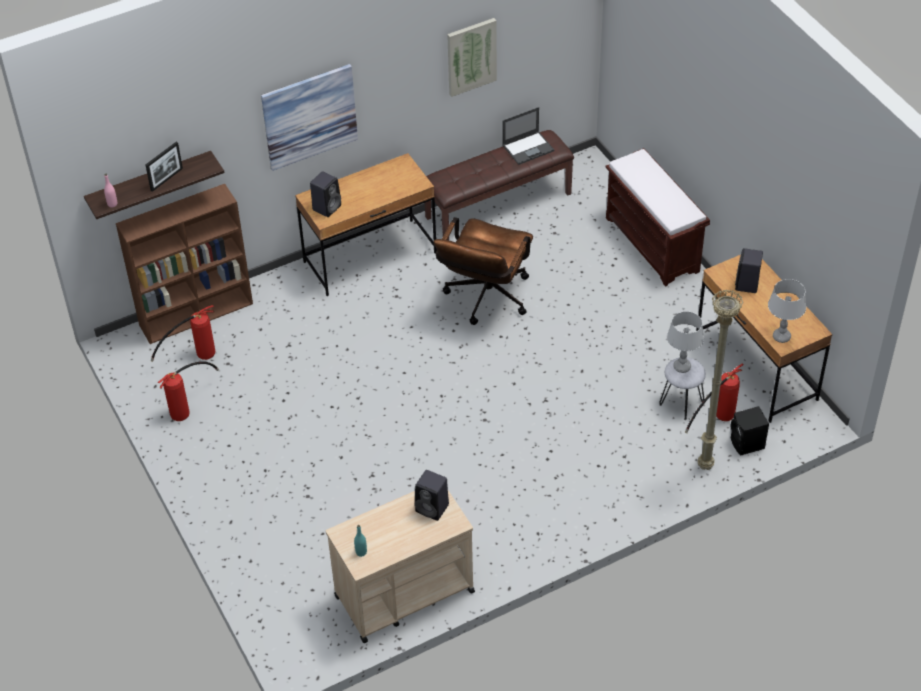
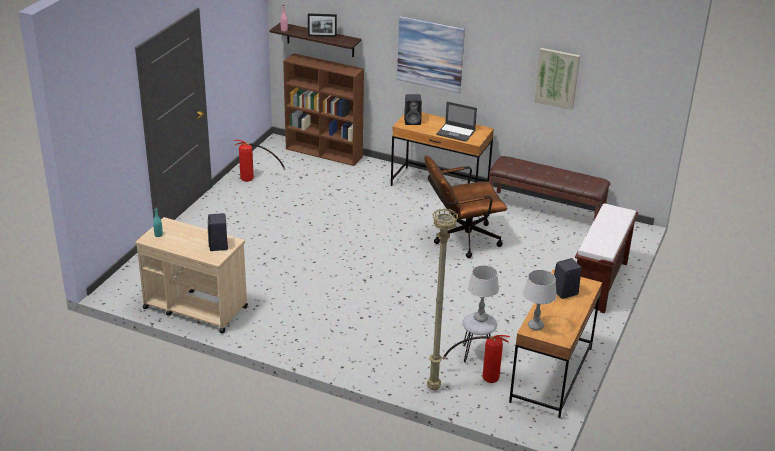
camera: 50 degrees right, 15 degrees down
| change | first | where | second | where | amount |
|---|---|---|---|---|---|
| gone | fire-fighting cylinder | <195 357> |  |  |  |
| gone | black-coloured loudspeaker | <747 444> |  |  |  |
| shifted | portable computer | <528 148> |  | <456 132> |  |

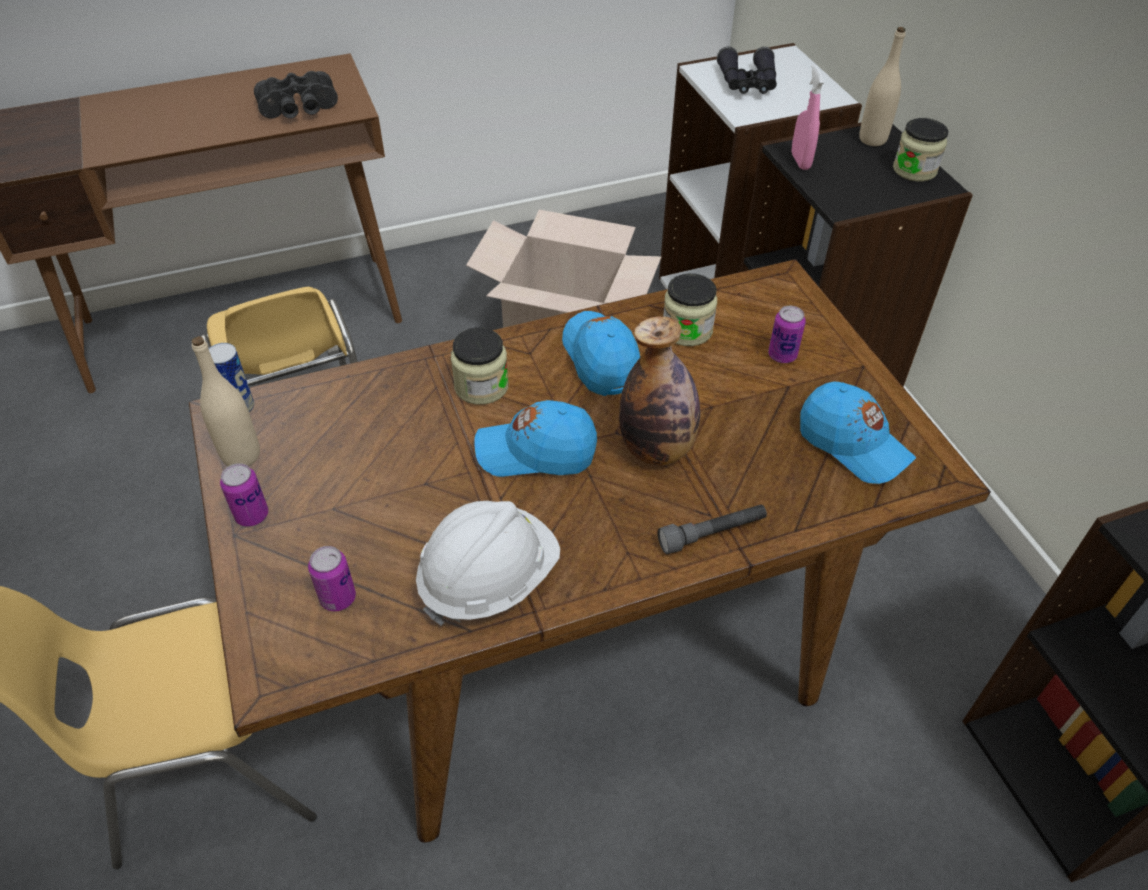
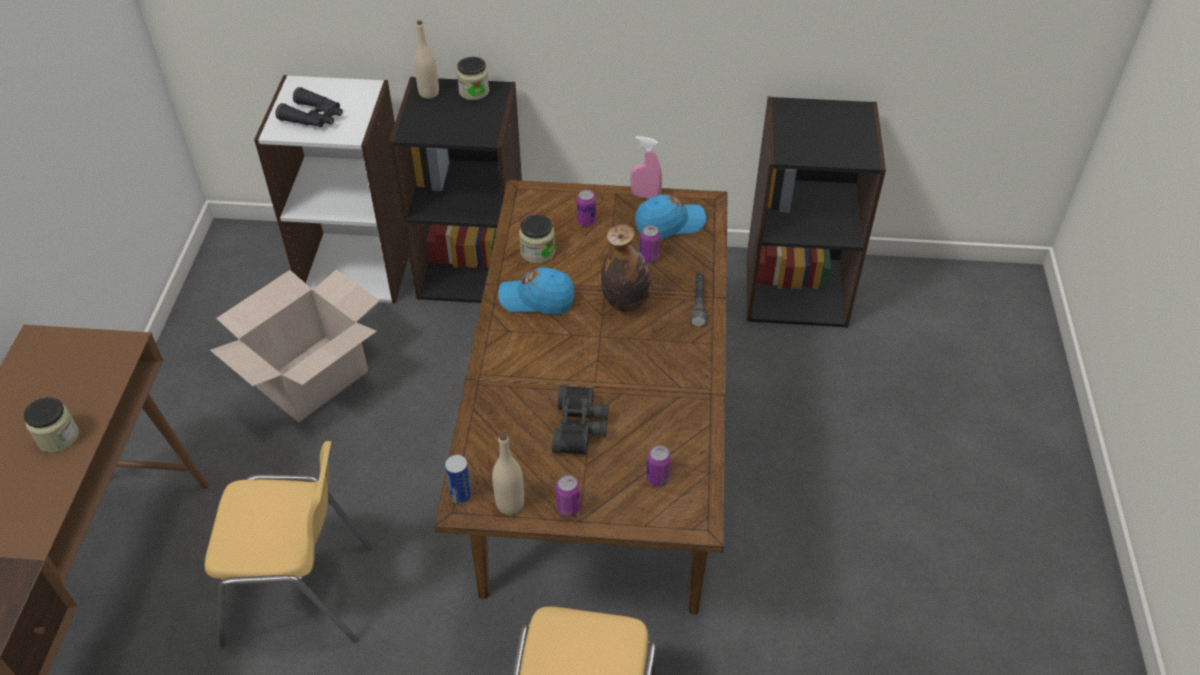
camera: 65 degrees left, 0 degrees up
| change | first | where | second | where | amount |
|---|---|---|---|---|---|
| gone | whitish work helmet | <489 579> |  |  |  |
| gone | blue peaked cap | <536 452> |  |  |  |
| new |  |  | metal can | <649 257> |  |
| shifted | black-coloured pair of binoculars | <299 109> |  | <581 427> |  |
| shifted | jar | <481 386> |  | <58 437> |  |
| shifted | pink spray bottle | <800 161> |  | <645 196> |  |

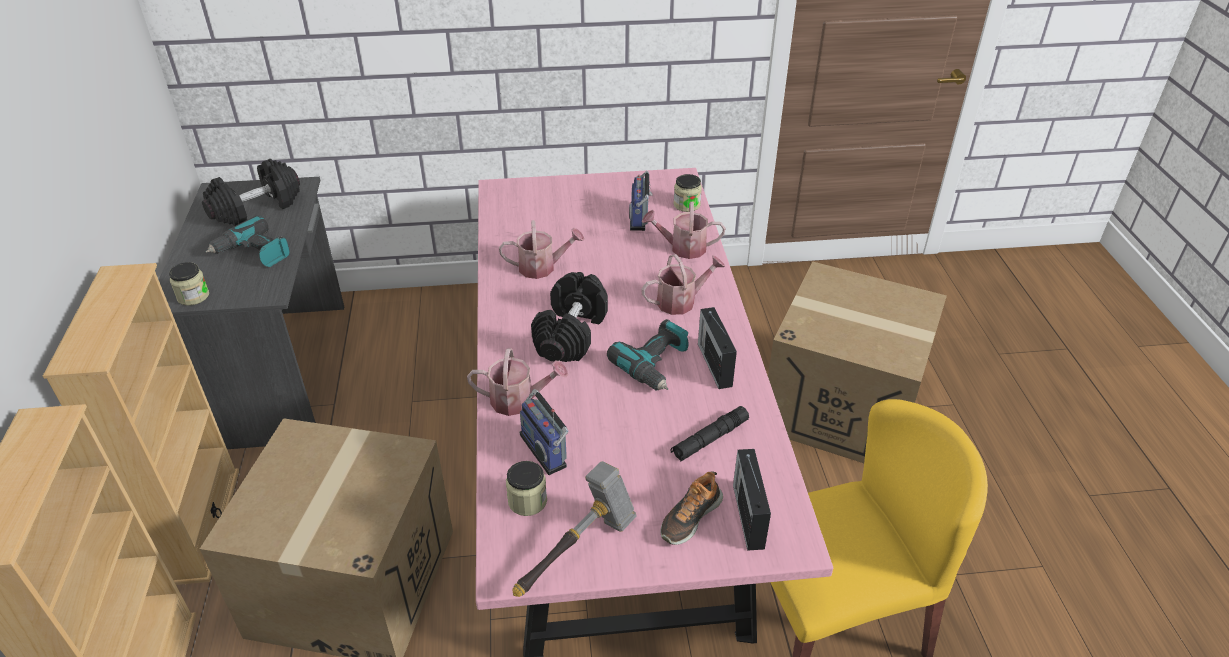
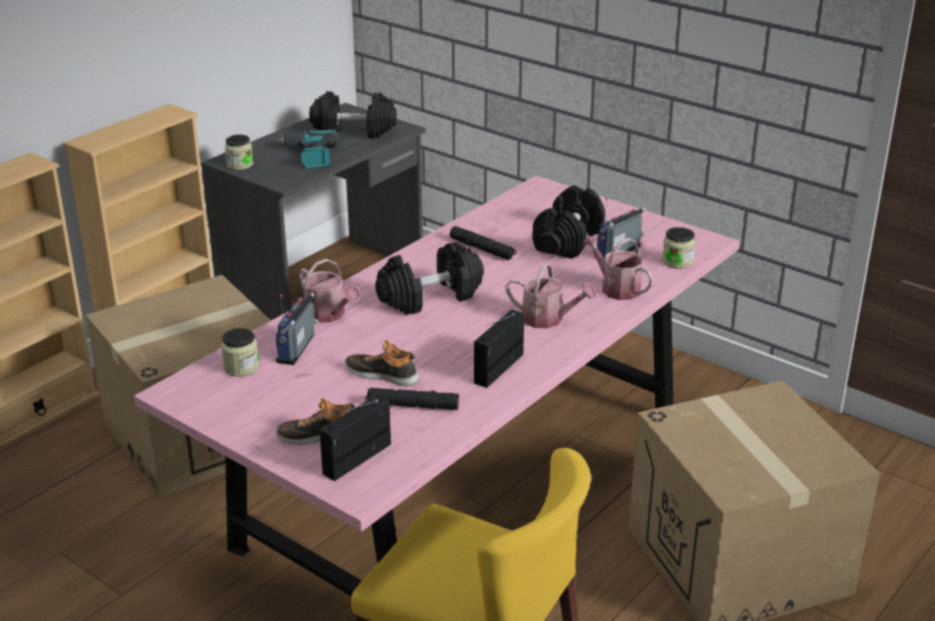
camera: 45 degrees right, 10 degrees down
| change | first | where | second | where | amount |
|---|---|---|---|---|---|
| gone | hammer | <576 552> |  |  |  |
| gone | drill | <656 365> |  |  |  |
| new |  |  | low shoe | <383 374> |  |
| new |  |  | black-coloured dumbbell | <568 241> |  |
| swapped | watering can | <542 267> | black-coloured flashlight | <482 249> |  |

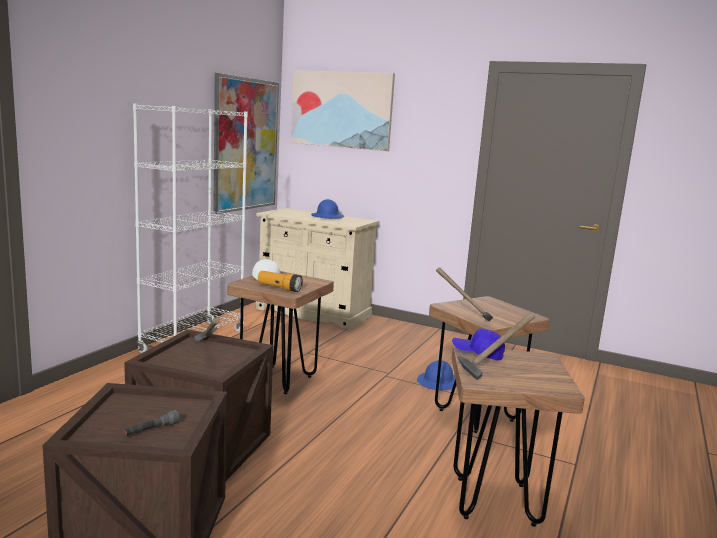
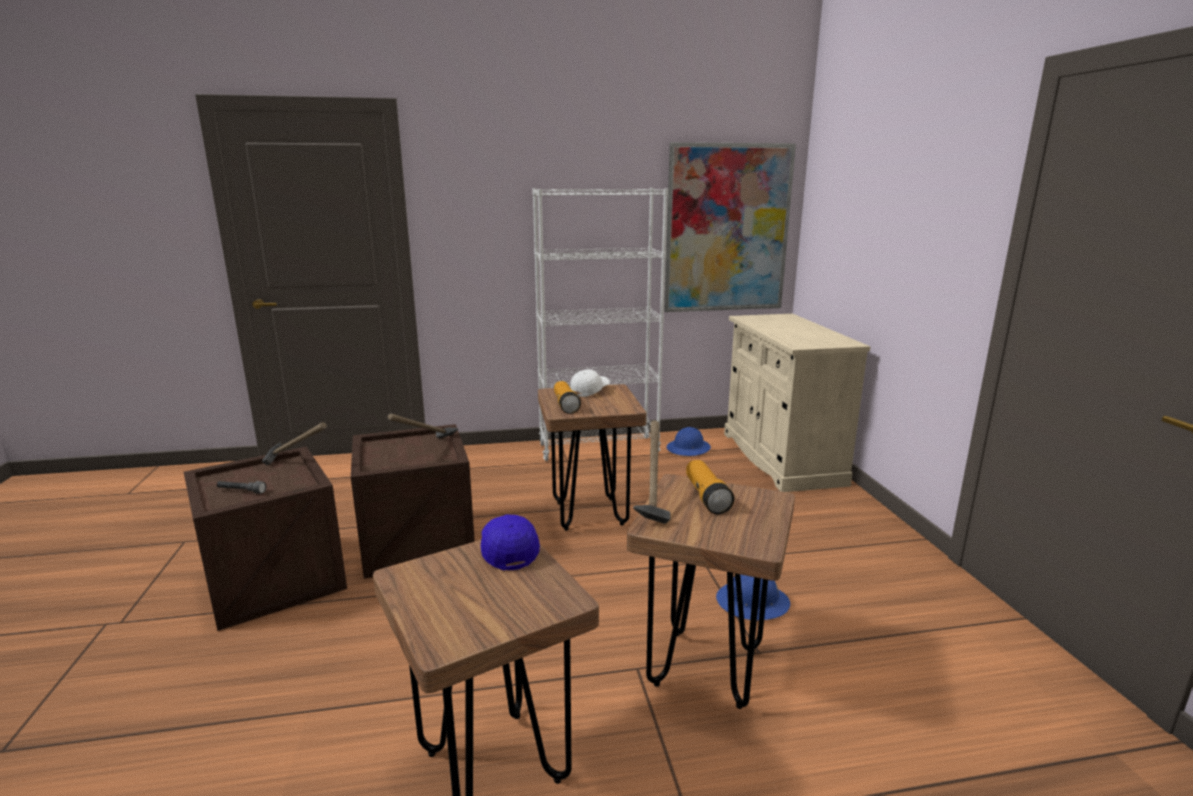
camera: 55 degrees right, 5 degrees up
| change | first | where | second | where | amount |
|---|---|---|---|---|---|
| gone | picture | <341 109> |  |  |  |
| new |  |  | flashlight | <706 497> |  |
| shifted | blue work helmet | <327 217> |  | <688 448> |  |
| shifted | hammer | <492 370> |  | <297 466> |  |

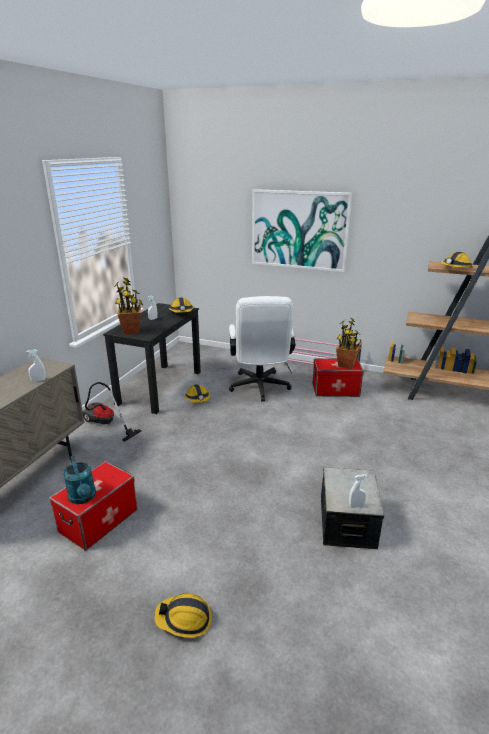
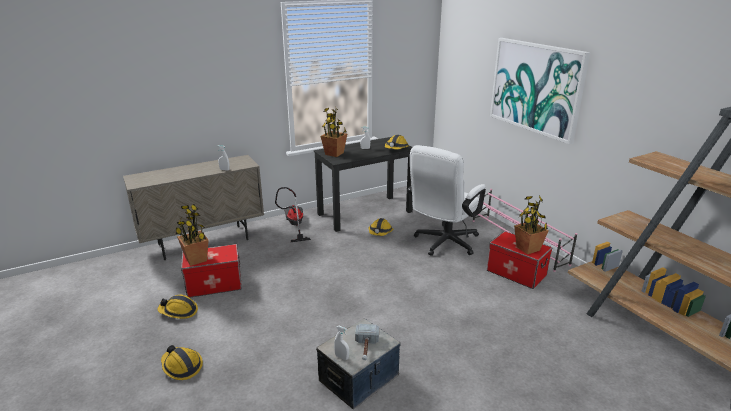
camera: 40 degrees right, 0 degrees up
| change | first | where | second | where | amount |
|---|---|---|---|---|---|
| new |  |  | hammer | <366 348> |  |
| shifted | work helmet | <455 268> |  | <179 311> |  |
| swapped | turquoise-coloured watering can | <83 498> | potted plant | <196 259> |  |

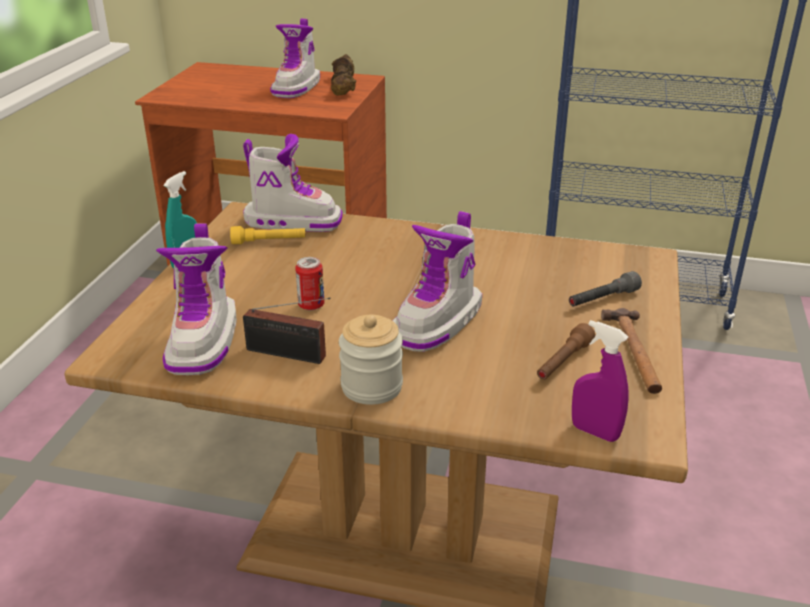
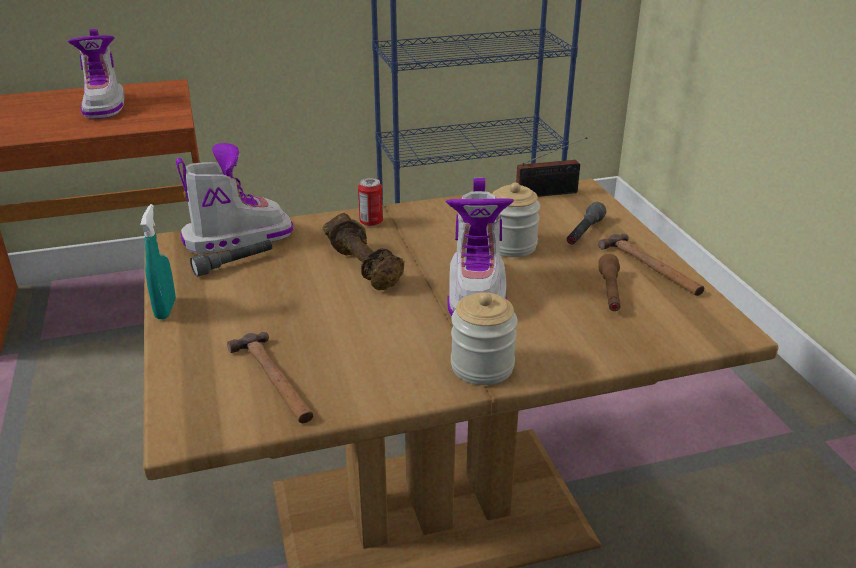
camera: 30 degrees left, 0 degrees up
| change | first | where | second | where | amount |
|---|---|---|---|---|---|
| gone | purplish spray bottle | <595 432> |  |  |  |
| new |  |  | jar | <511 246> |  |
| shifted | radio set | <290 355> |  | <550 193> |  |
| shifted | metal can | <311 305> |  | <371 222> |  |
| shifted | brownish dumbbell | <344 87> |  | <364 267> |  |
| swapped | tall boot | <204 341> | hammer | <274 380> |  |
| repainted | yellow flashlight | <269 242> | gray flashlight | <234 264> |  |

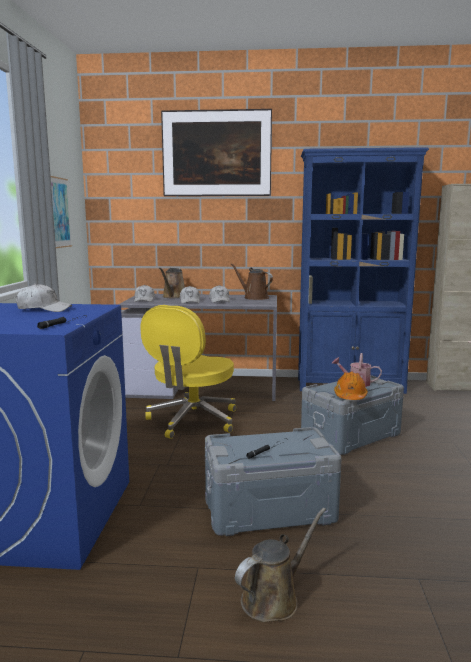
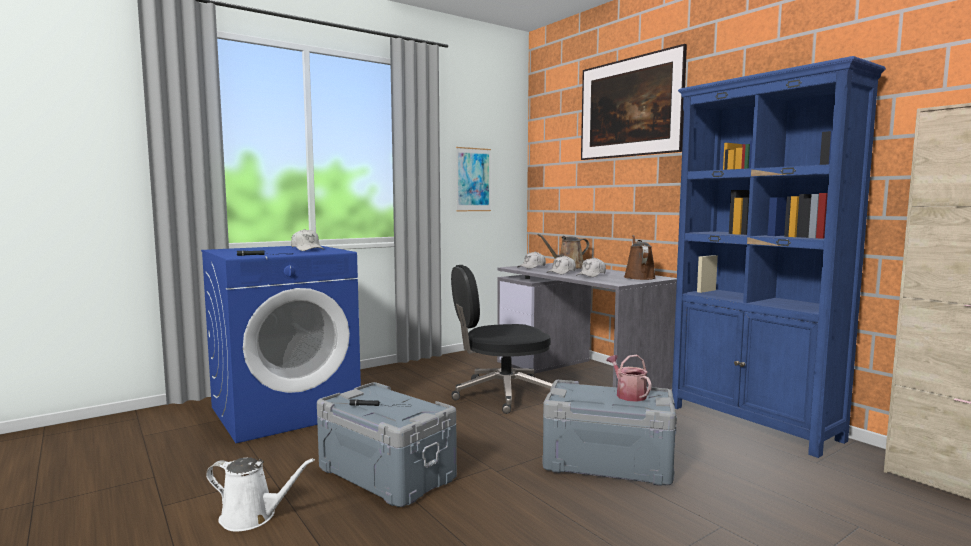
camera: 50 degrees right, 5 degrees down
| change | first | where | second | where | amount |
|---|---|---|---|---|---|
| gone | orange-coloured work helmet | <350 396> |  |  |  |
| repainted | yellow office chair | <192 421> | black-coloured office chair | <501 394> |  |
| repainted | brownish watering can | <274 598> | whitish watering can | <253 517> |  |

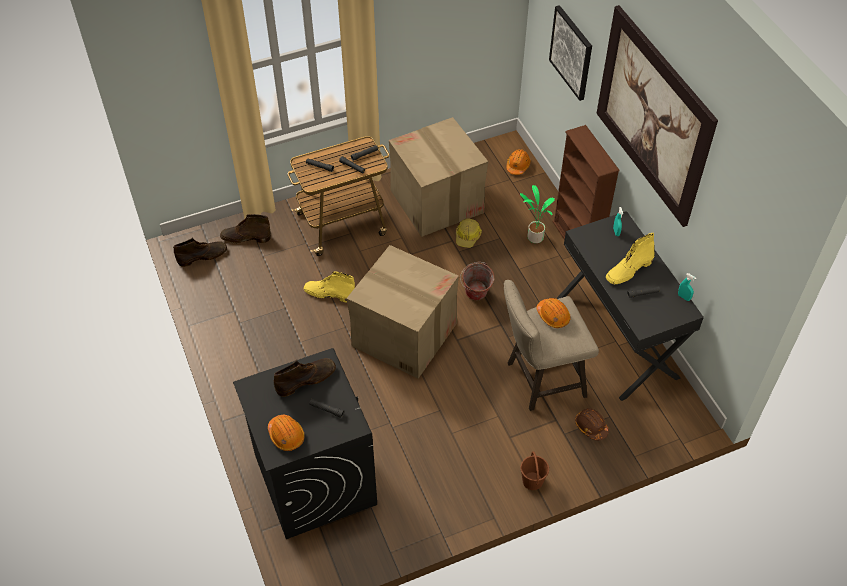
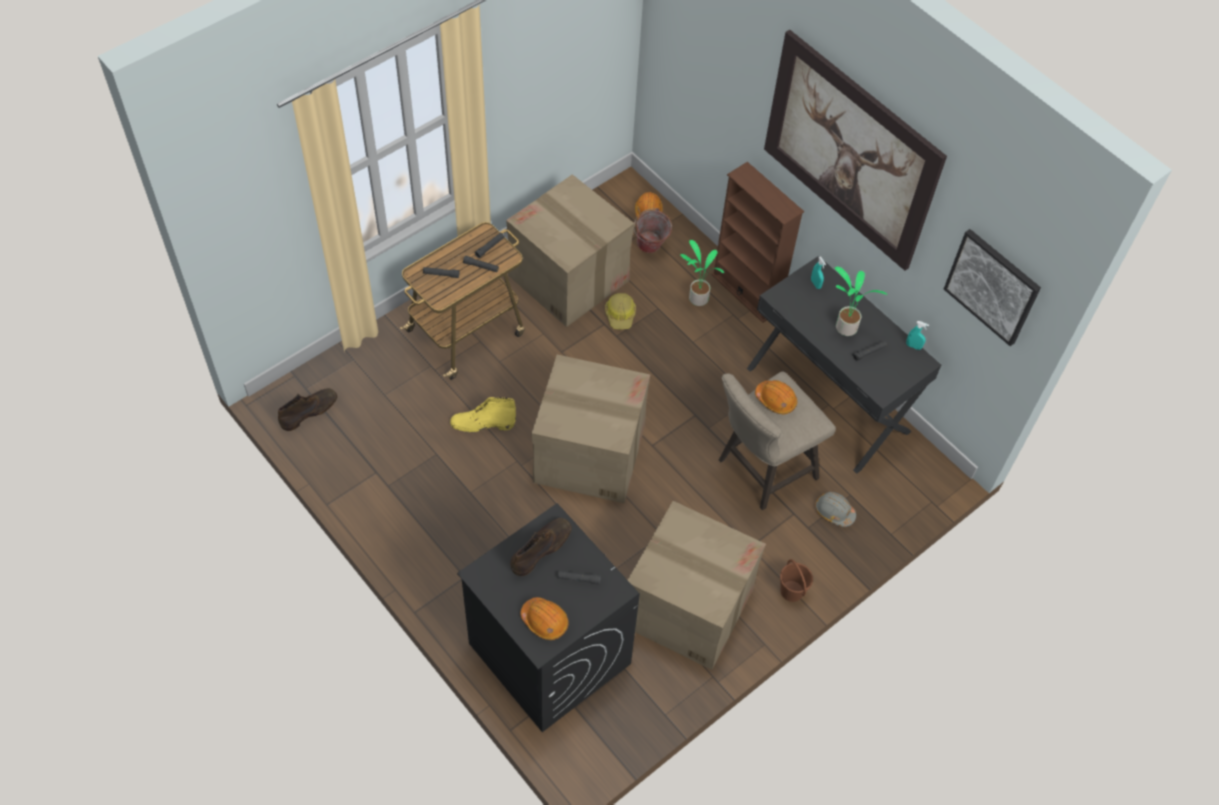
camera: 20 degrees left, 5 degrees up
| change | first | where | second | where | amount |
|---|---|---|---|---|---|
| gone | brownish tall boot | <245 237> |  |  |  |
| new |  |  | packing box | <687 606> |  |
| shifted | water bucket | <475 296> |  | <650 249> |  |
| shifted | picture | <571 52> |  | <992 286> |  |
| swapped | yellow tall boot | <628 270> | potted plant | <844 328> |  |
| repainted | brownish work helmet | <591 426> | gray work helmet | <834 512> |  |

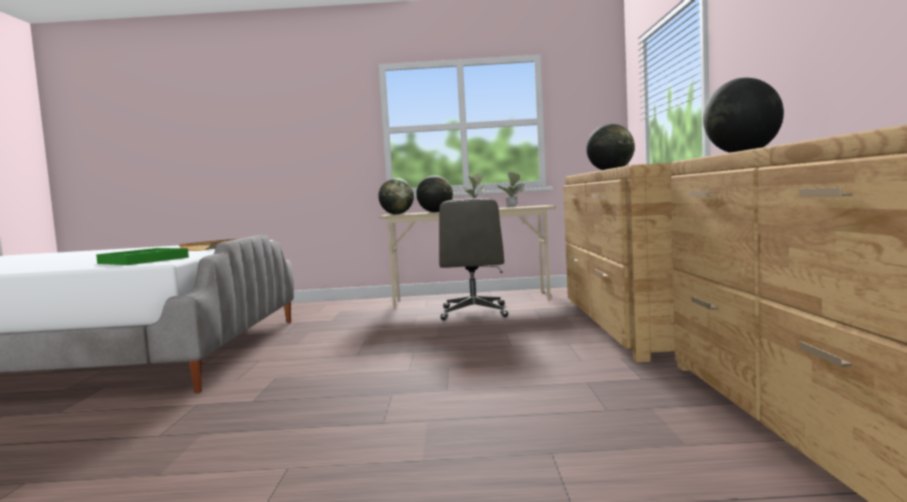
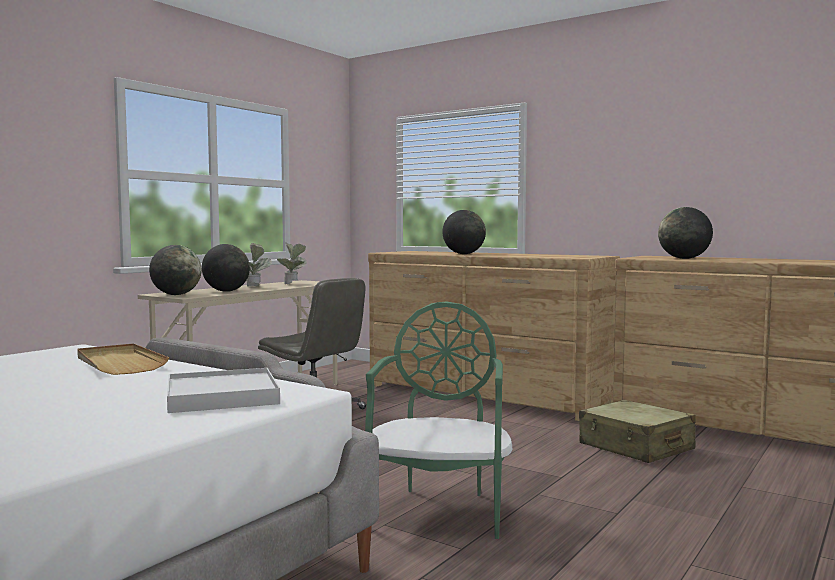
camera: 55 degrees left, 0 degrees up
| change | first | where | second | where | amount |
|---|---|---|---|---|---|
| new |  |  | green-coloured upright chair | <439 511> |  |
| new |  |  | sand-coloured suitcase | <635 447> |  |
| repainted | green-coloured tray | <143 260> | whitish tray | <221 396> |  |

